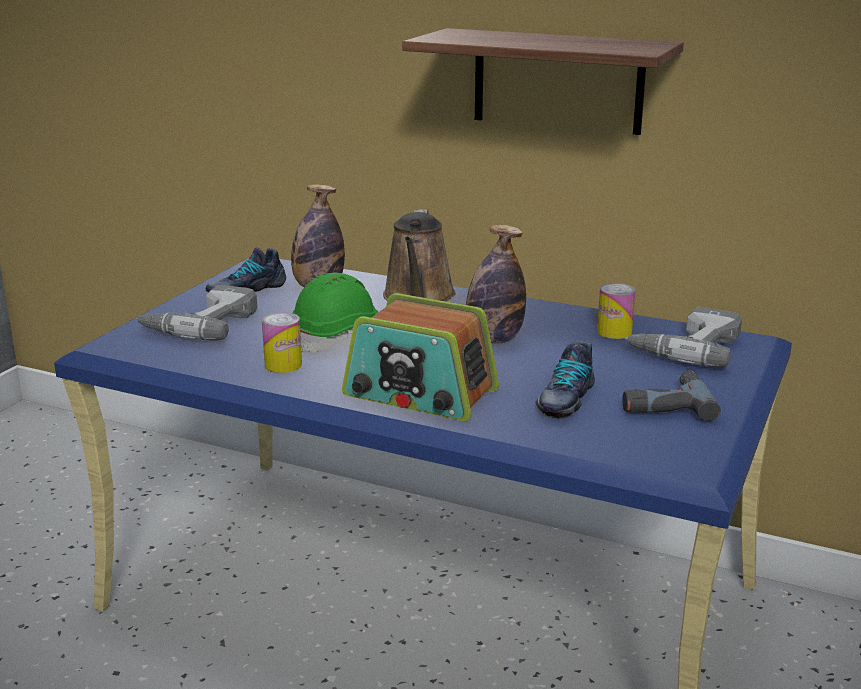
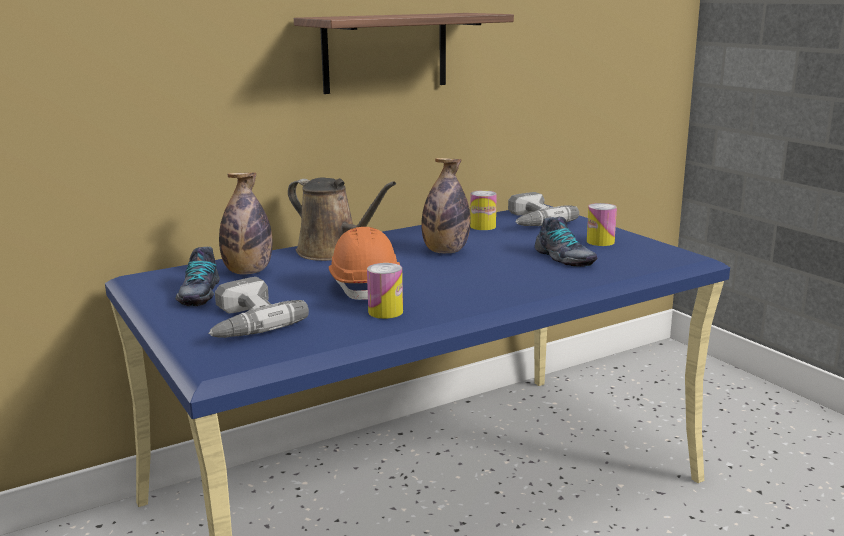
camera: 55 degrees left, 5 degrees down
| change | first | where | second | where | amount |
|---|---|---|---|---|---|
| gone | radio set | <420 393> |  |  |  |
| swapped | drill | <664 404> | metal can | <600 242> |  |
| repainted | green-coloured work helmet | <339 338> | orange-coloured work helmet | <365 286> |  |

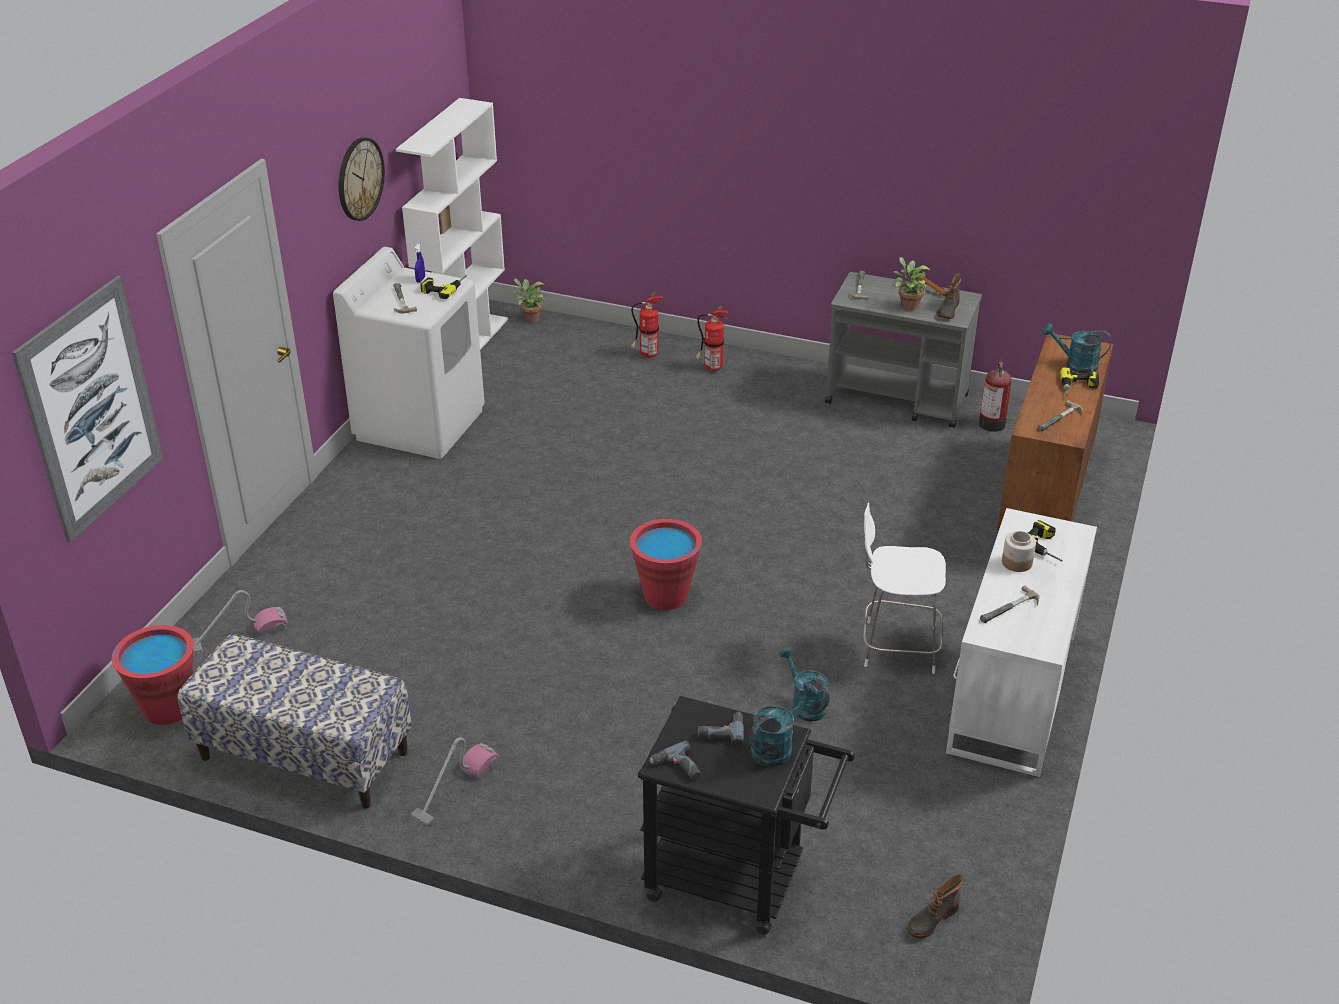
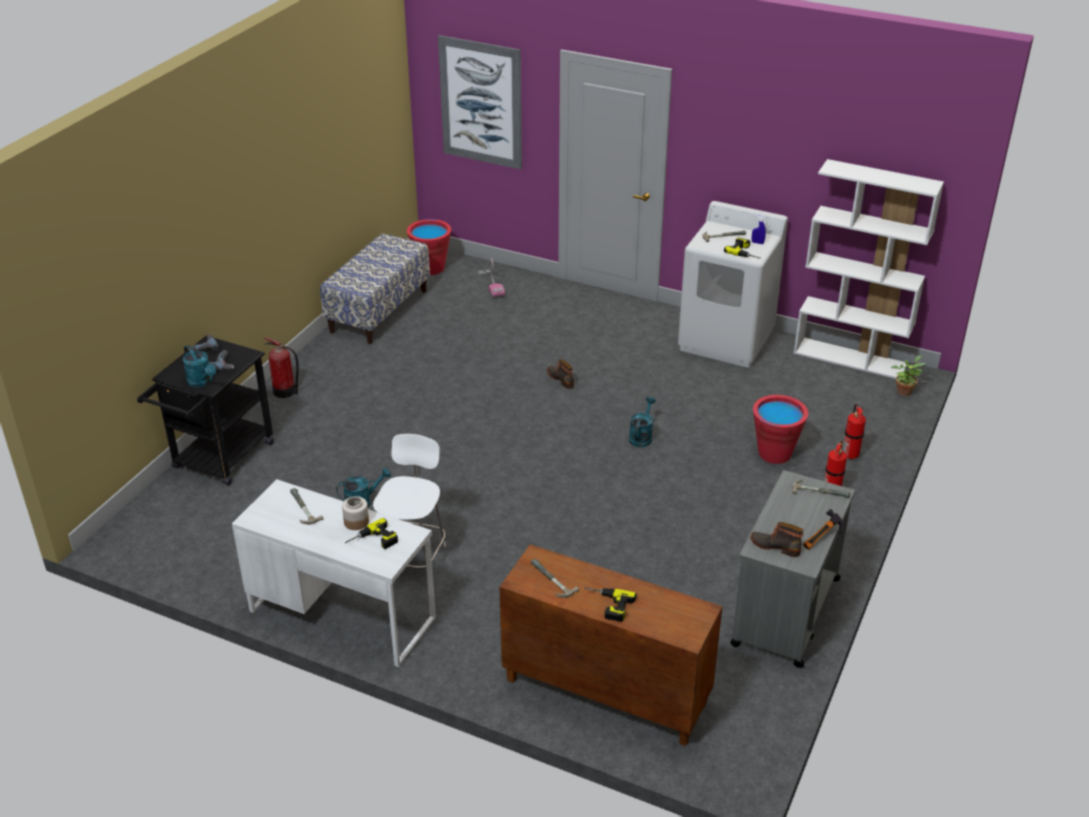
camera: 95 degrees right, 0 degrees up
| change | first | where | second | where | amount |
|---|---|---|---|---|---|
| gone | wall clock | <360 179> |  |  |  |
| gone | hoover | <455 788> |  |  |  |
| gone | potted plant | <907 305> |  |  |  |
| shifted | reddish water bucket | <666 596> |  | <774 453> |  |
| shifted | tall boot | <931 919> |  | <561 379> |  |
| shifted | fire-fighting cylinder | <992 423> |  | <285 391> |  |
| shifted | turquoise-coloured watering can | <1075 365> |  | <641 436> |  |

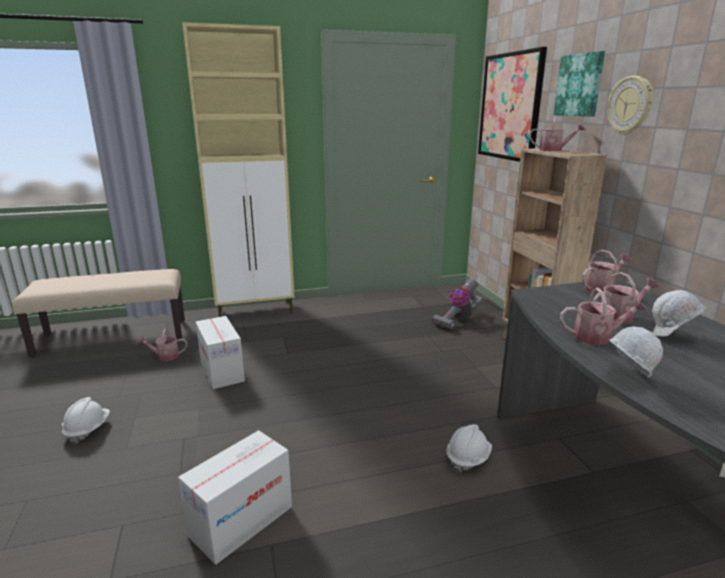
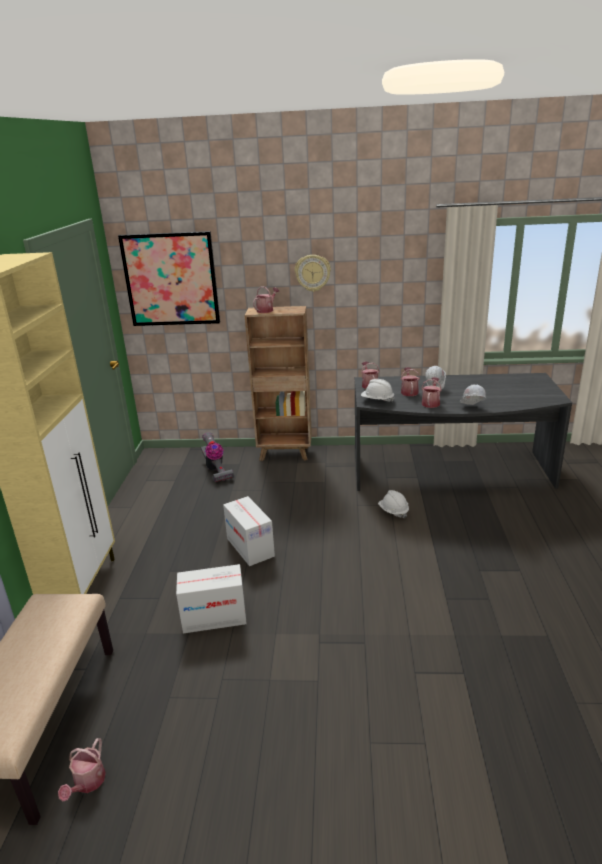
camera: 70 degrees left, 5 degrees up
| change | first | where | second | where | amount |
|---|---|---|---|---|---|
| gone | picture | <580 85> |  |  |  |
| shifted | whitish work helmet | <88 429> |  | <377 400> |  |
| shifted | watering can | <165 356> |  | <87 783> |  |
| shifted | packing box | <241 521> |  | <250 547> |  |

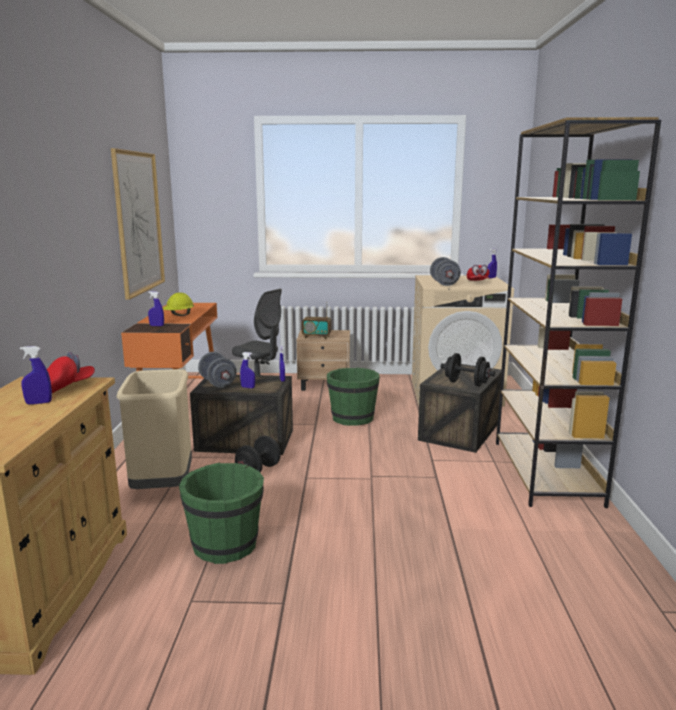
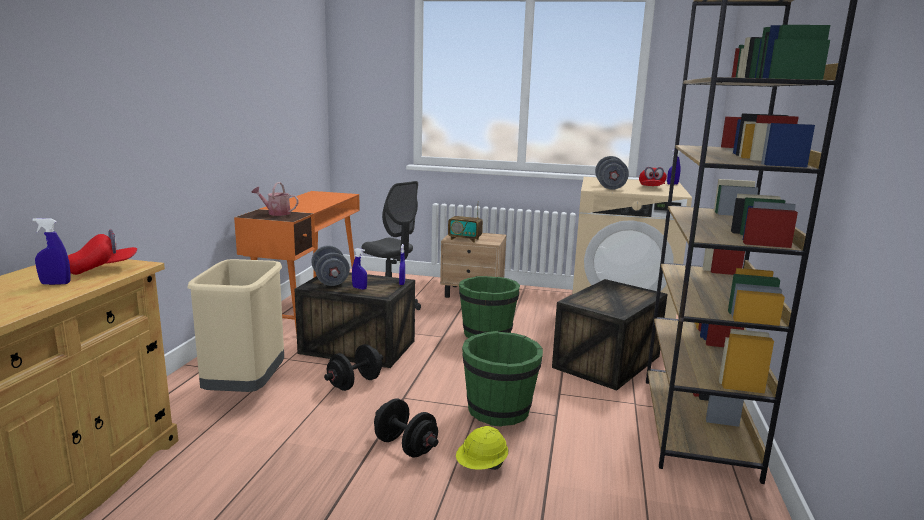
camera: 10 degrees right, 0 degrees up
| change | first | where | second | where | amount |
|---|---|---|---|---|---|
| gone | picture | <138 222> |  |  |  |
| shifted | yellow work helmet | <179 315> |  | <482 466> |  |
| shifted | green-coloured water bucket | <225 545> |  | <499 411> |  |
| shifted | black-coloured dumbbell | <466 383> |  | <405 446> |  |
| swapped | blue spray bottle | <157 326> | watering can | <276 213> |  |

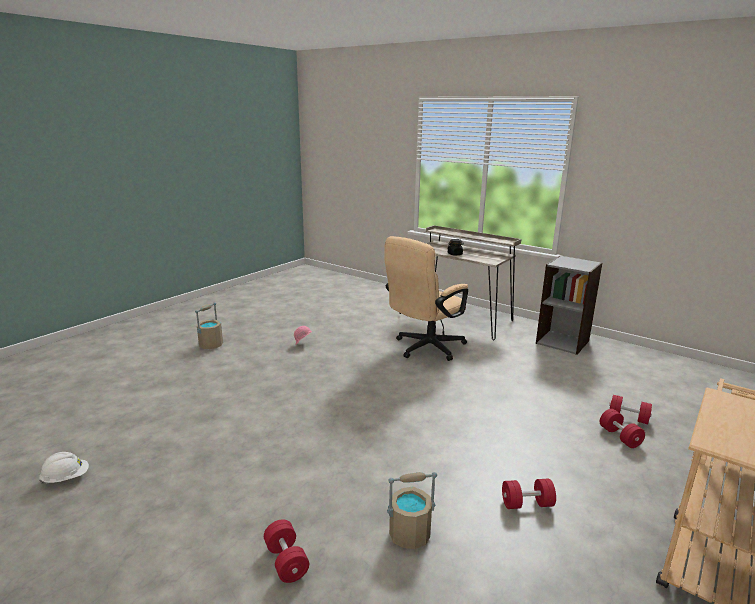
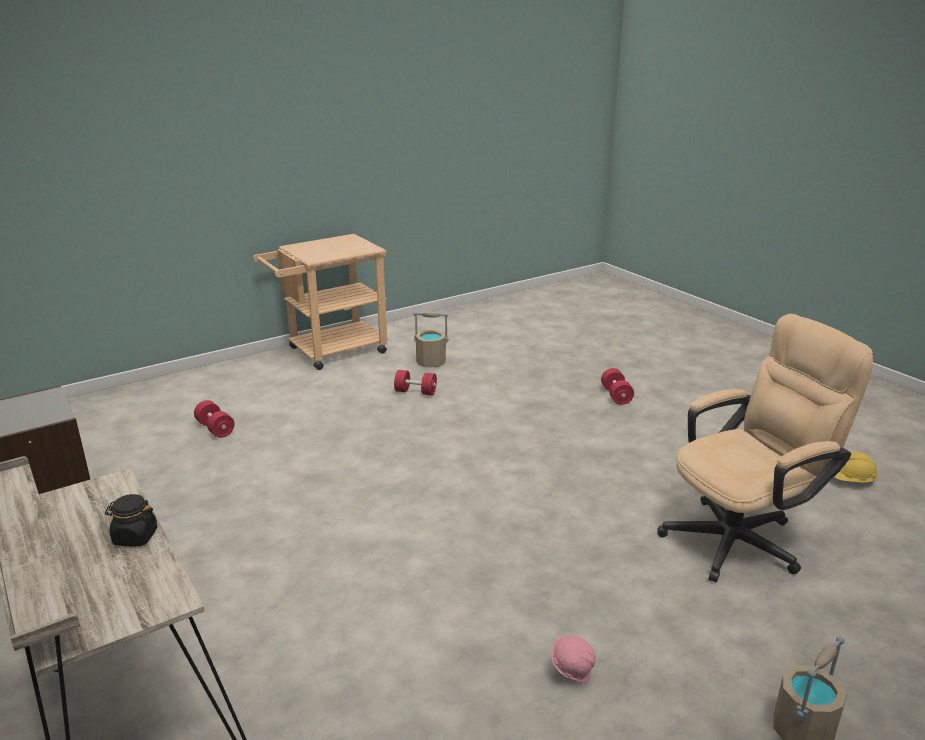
camera: 160 degrees left, 5 degrees up
| change | first | where | second | where | amount |
|---|---|---|---|---|---|
| gone | reddish dumbbell | <619 437> |  |  |  |
| shifted | sand-coloured office chair | <424 348> |  | <742 537> |  |
| shifted | sand-coloured water bucket | <409 534> |  | <431 362> |  |
| repainted | whitish work helmet | <66 478> | yellow work helmet | <851 481> |  |

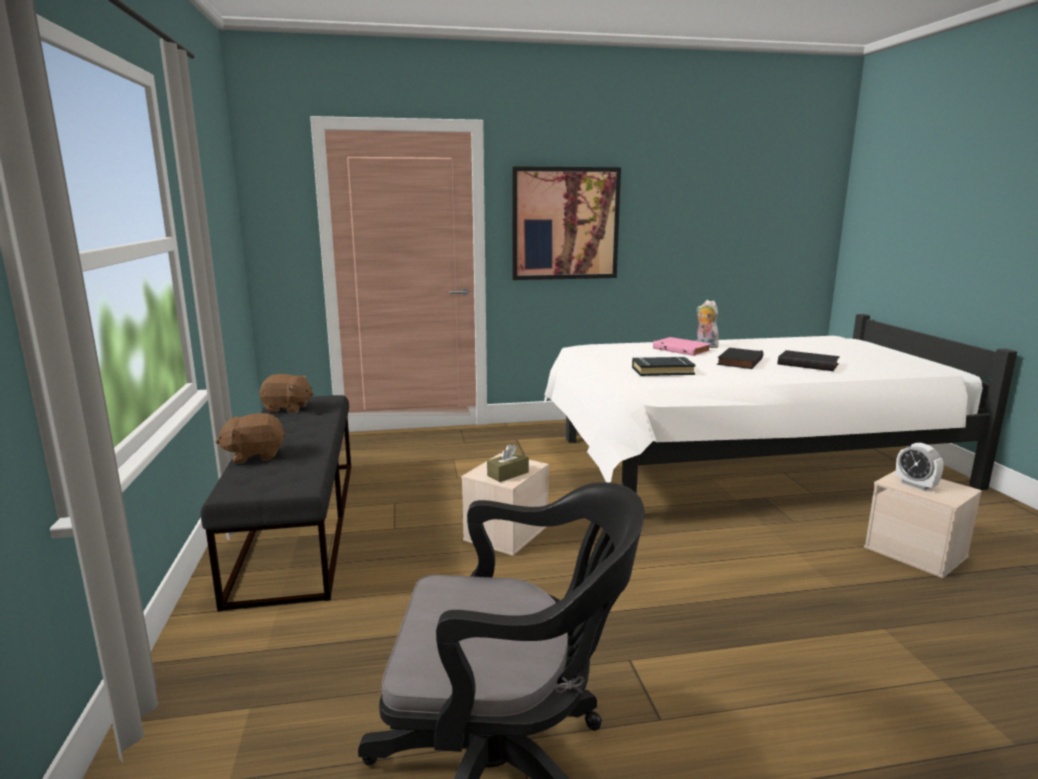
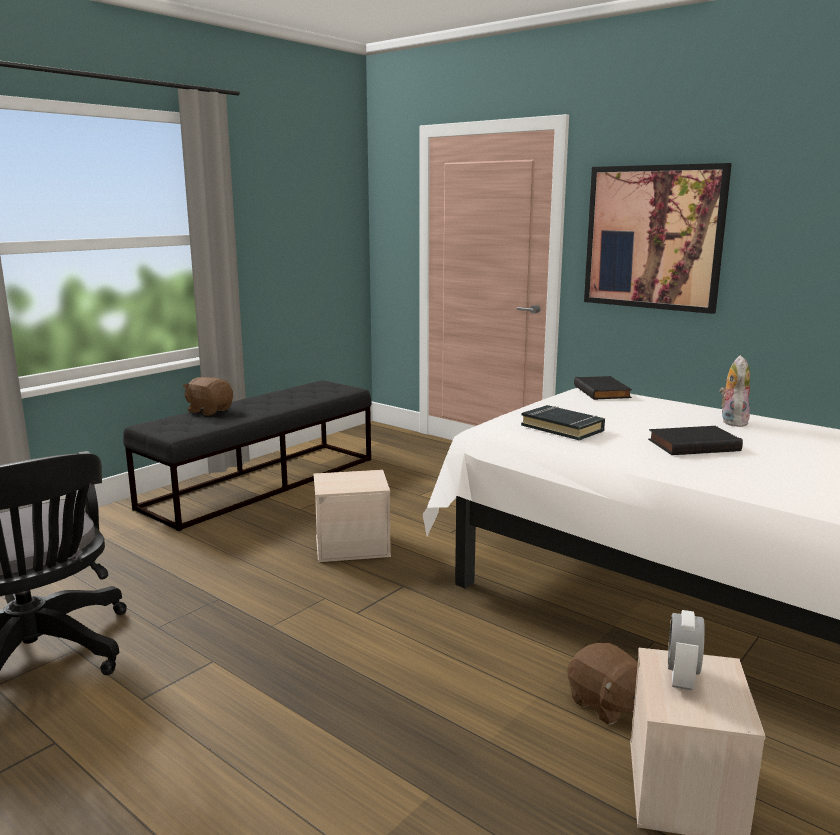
camera: 50 degrees right, 0 degrees up
| change | first | where | second | where | amount |
|---|---|---|---|---|---|
| gone | brownish box of tissues | <508 474> |  |  |  |
| gone | pink book | <682 349> |  |  |  |
| shifted | brownish soft toy | <287 408> |  | <606 704> |  |
| shifted | black-coloured book | <808 364> |  | <603 392> |  |

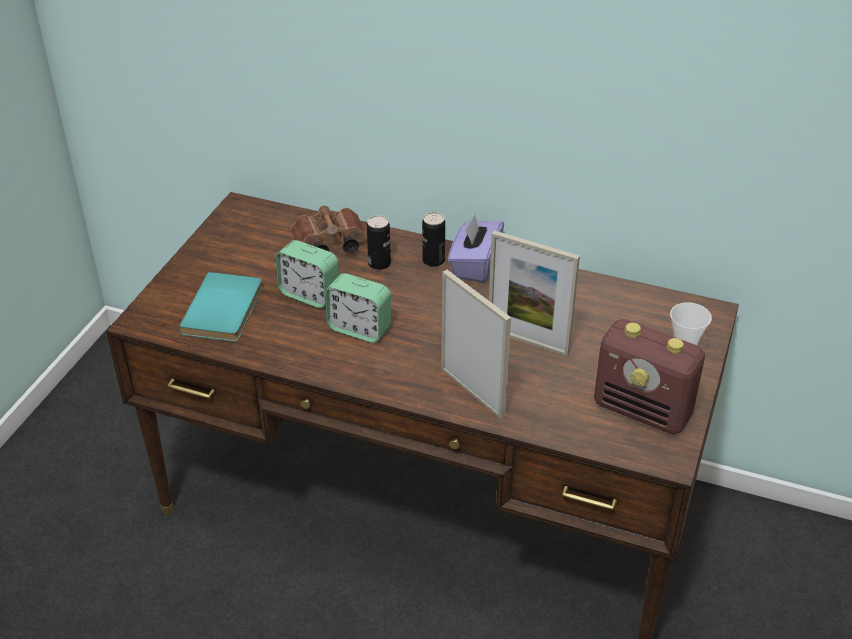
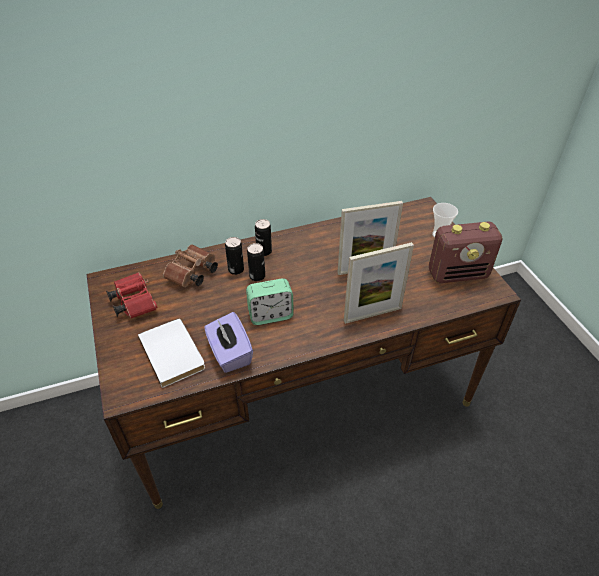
camera: 40 degrees left, 5 degrees up
| change | first | where | second | where | amount |
|---|---|---|---|---|---|
| gone | table clock | <309 294> |  |  |  |
| new |  |  | reddish pair of binoculars | <133 302> |  |
| new |  |  | metal can | <257 276> |  |
| shifted | purplish box of tissues | <475 265> |  | <229 353> |  |
| repainted | turquoise-coloured book | <226 310> | whitish book | <174 352> |  |
| rotated | picture frame | <472 392> |  | <372 314> | 150 degrees clockwise |

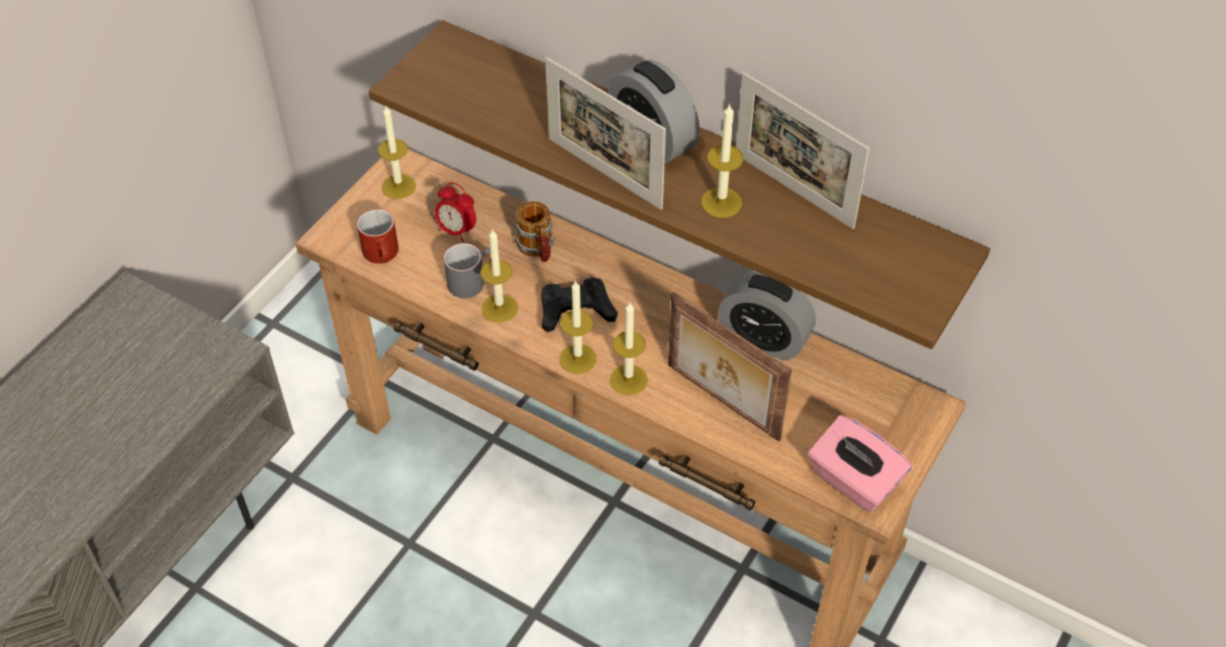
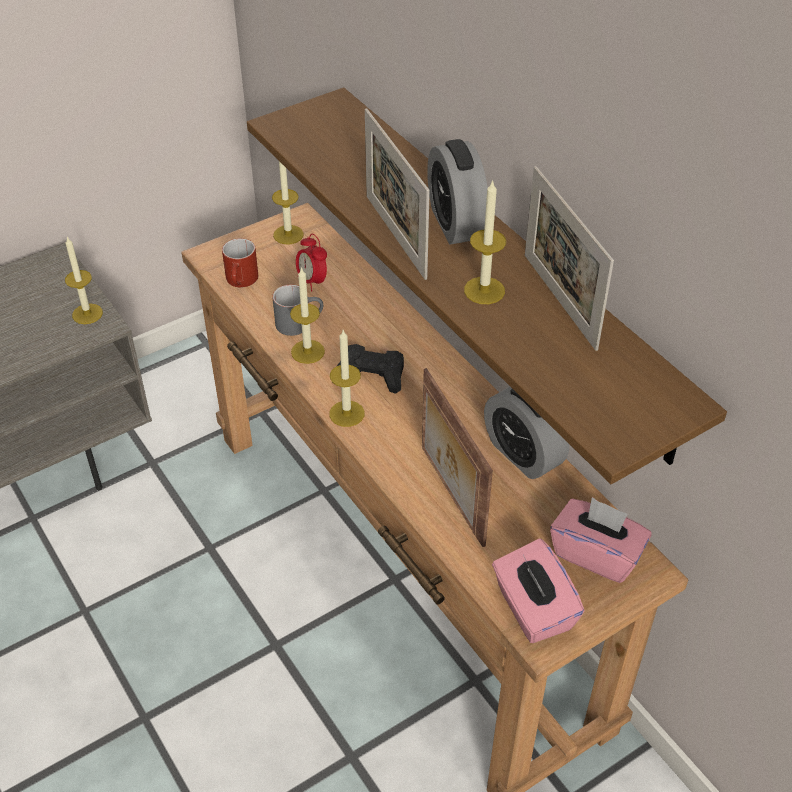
camera: 25 degrees right, 5 degrees down
| change | first | where | second | where | amount |
|---|---|---|---|---|---|
| gone | coffee mug | <537 249> |  |  |  |
| new |  |  | pink box of tissues | <596 554> |  |
| shifted | wax light | <628 380> |  | <87 314> |  |

